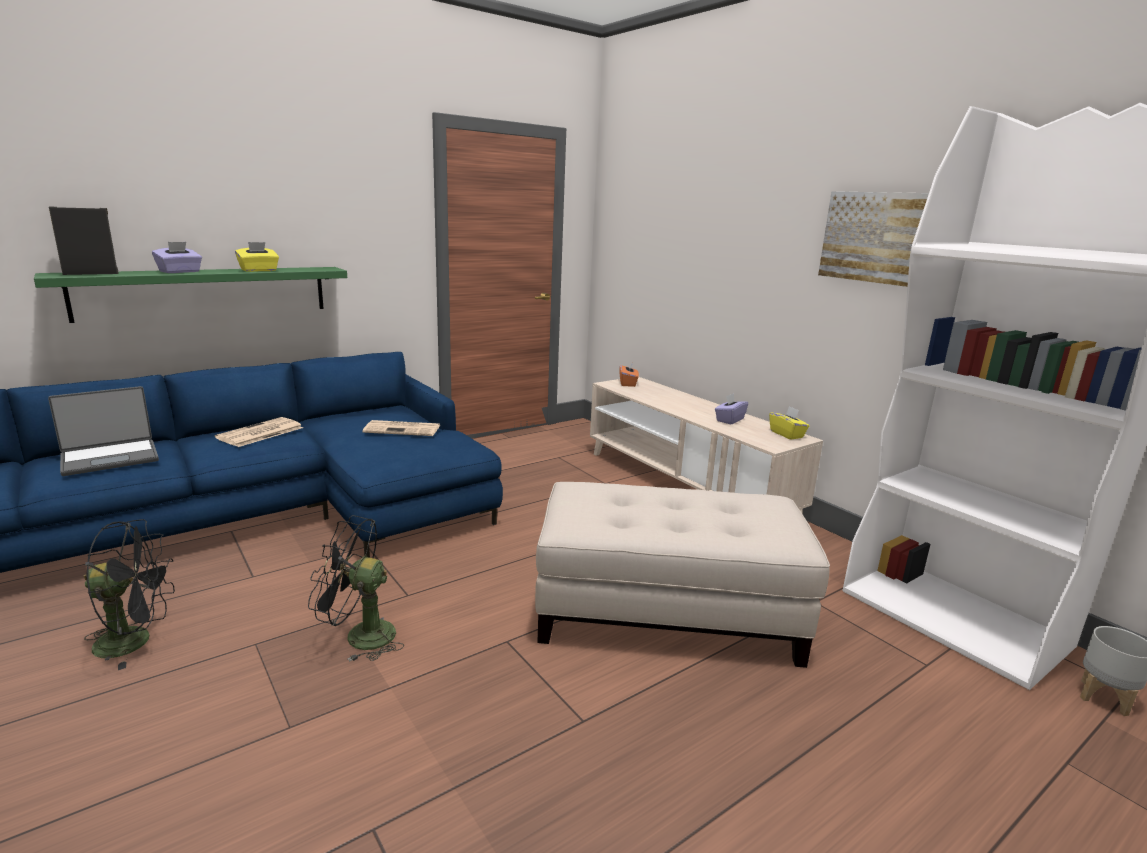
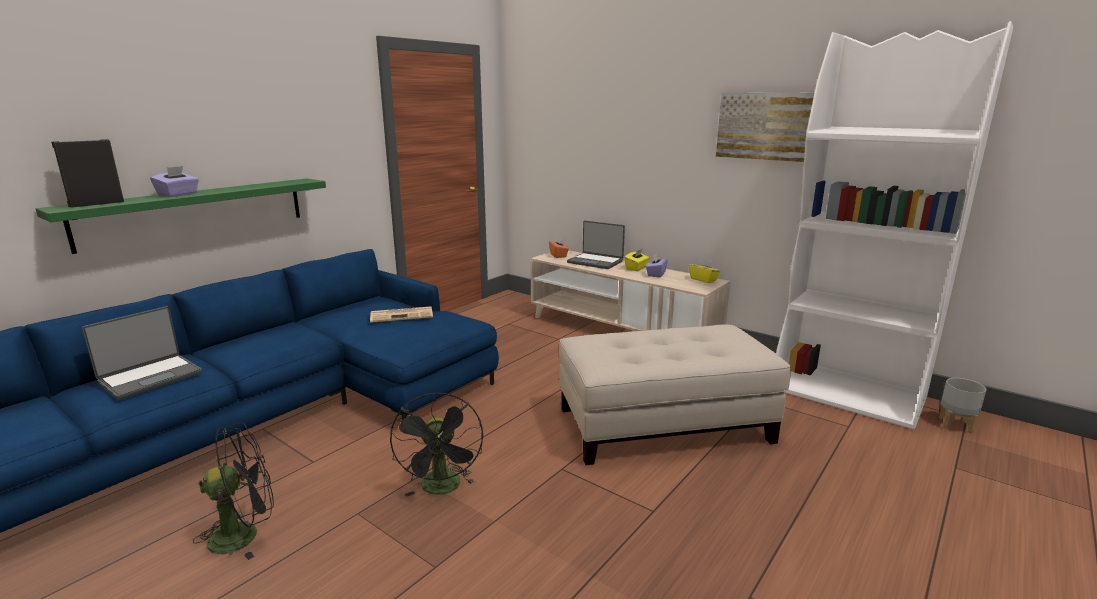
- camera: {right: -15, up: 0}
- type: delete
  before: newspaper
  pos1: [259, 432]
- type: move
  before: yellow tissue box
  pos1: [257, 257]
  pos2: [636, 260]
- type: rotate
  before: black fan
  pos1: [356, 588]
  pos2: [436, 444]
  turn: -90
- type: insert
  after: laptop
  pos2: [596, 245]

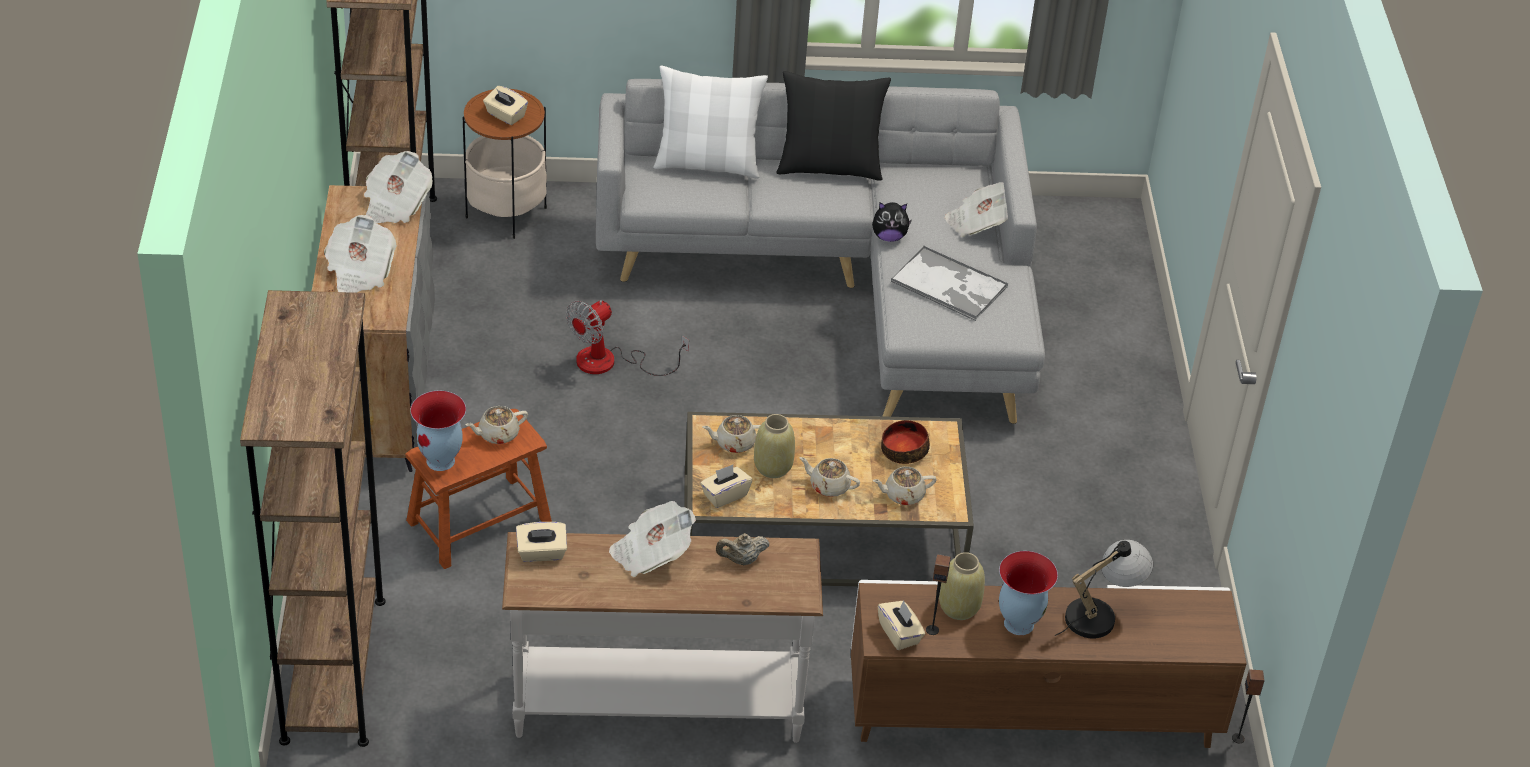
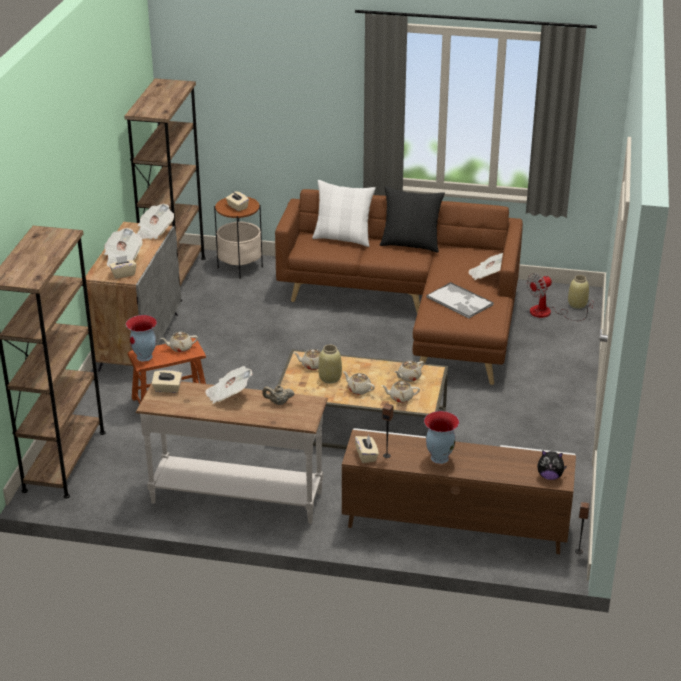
- camera: {right: 15, up: -10}
- type: move
  before: fan
  pos1: [627, 338]
  pos2: [560, 297]
- type: recolor
  before: grey sofa
  after: brown sofa
  pos1: [820, 251]
  pos2: [399, 287]
- type: move
  before: beige tissue box
  pos1: [726, 486]
  pos2: [123, 267]
- type: move
  before: plush toy
  pos1: [892, 222]
  pos2: [552, 465]
- type: replace
  before: bowl
  after: beige teapot
  pos1: [905, 442]
  pos2: [409, 371]
- type: move
  before: beige vase
  pos1: [962, 586]
  pos2: [578, 292]
- type: delete
  before: table lamp
  pos1: [1104, 589]

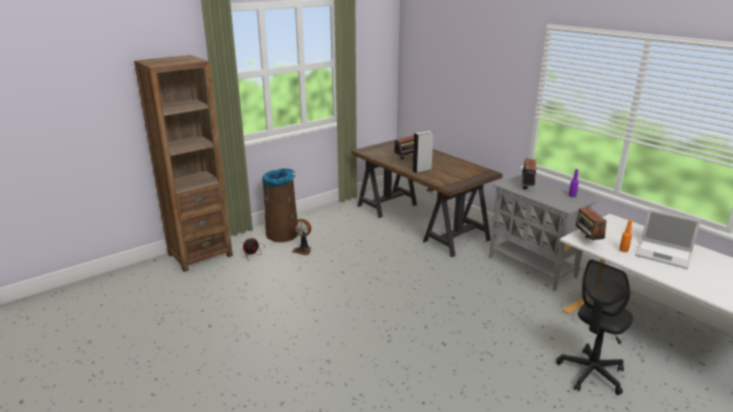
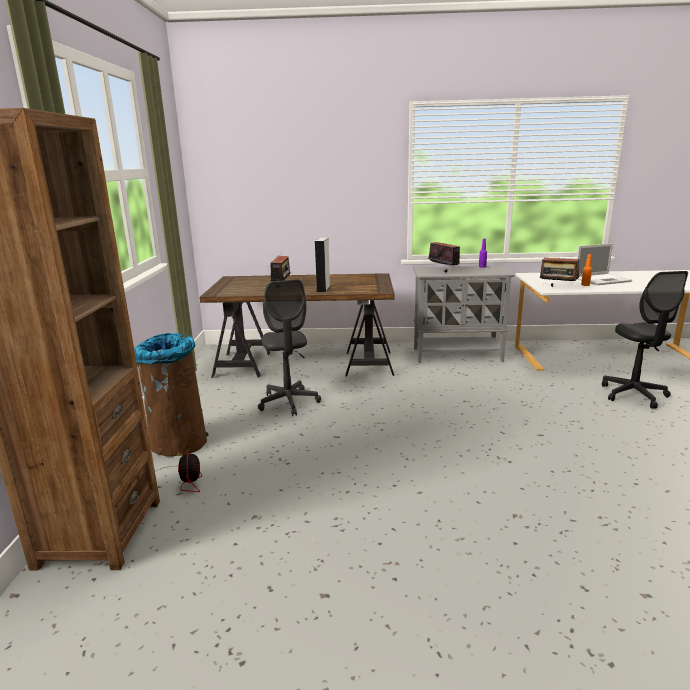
- camera: {right: -50, up: -5}
- type: delete
  before: fan
  pos1: [301, 237]
- type: insert
  after: grey office chair
  pos2: [289, 347]

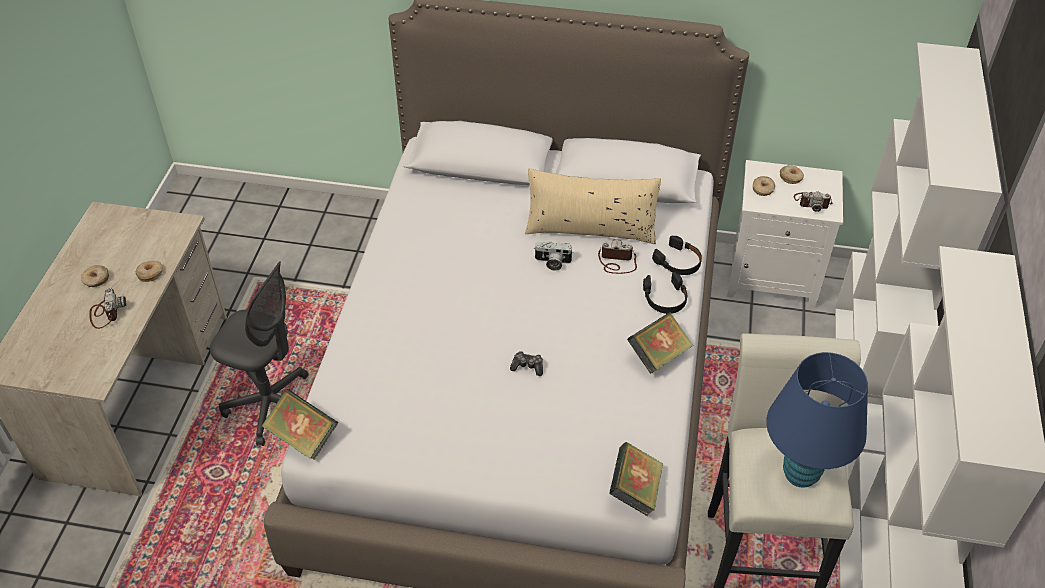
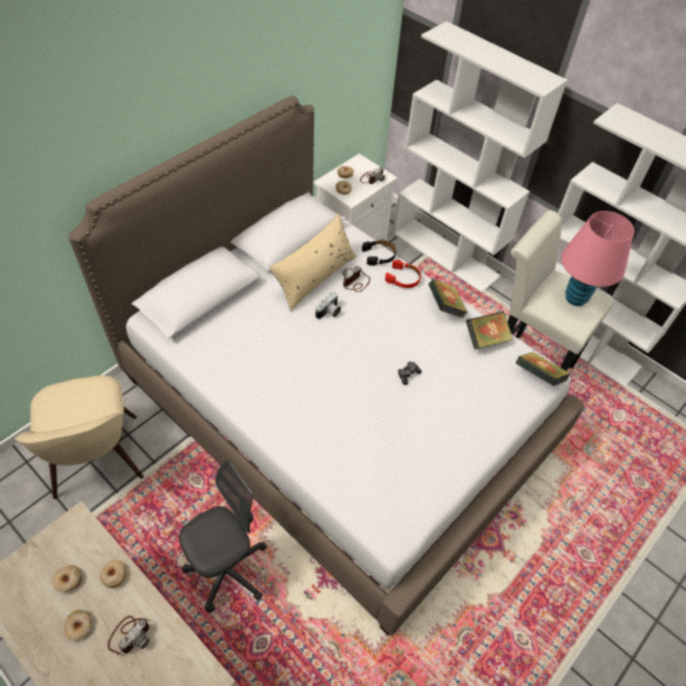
- camera: {right: -60, up: 5}
- type: rotate
  before: photo camera
  pos1: [107, 308]
  pos2: [129, 635]
  turn: 105
- type: move
  before: book
  pos1: [299, 424]
  pos2: [489, 331]
- type: recolor
  before: black headphones
  after: red headphones
  pos1: [665, 293]
  pos2: [403, 274]
- type: recolor
  before: blue table lamp
  after: pink table lamp
  pos1: [817, 420]
  pos2: [597, 258]
- type: insert
  after: beige chair
  pos2: [79, 437]
- type: insert
  after: donut
  pos2: [67, 578]

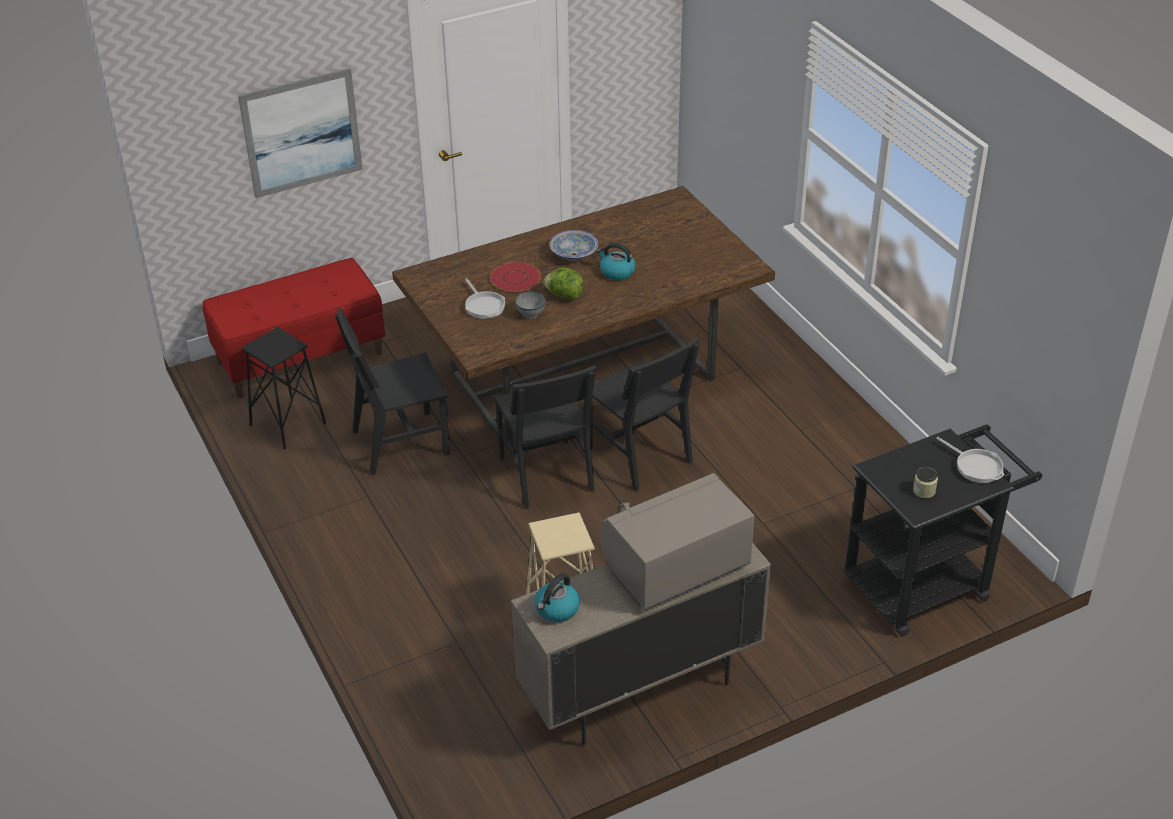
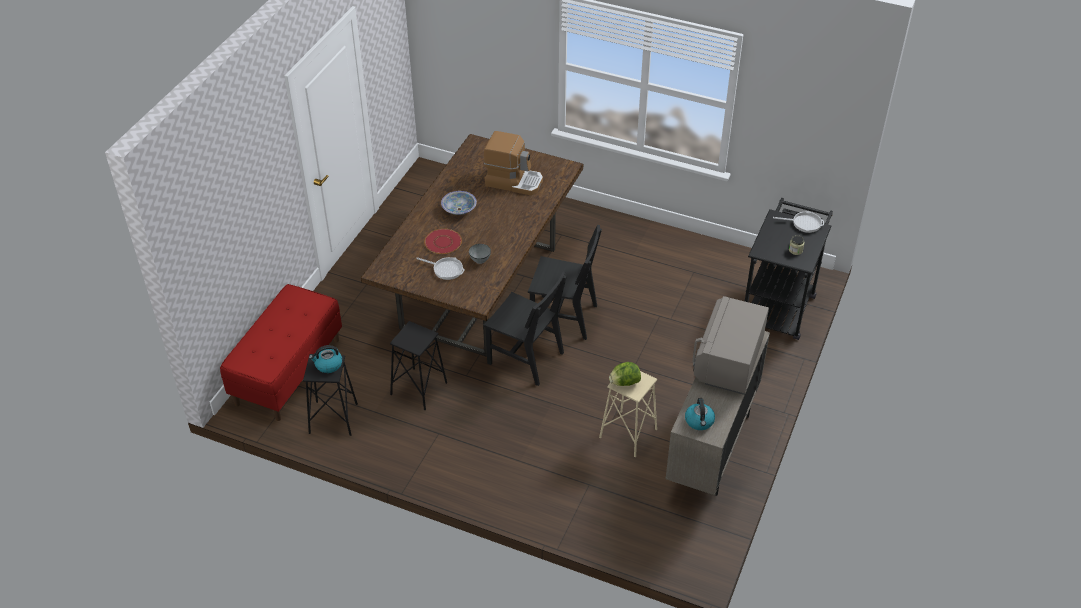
- camera: {right: -40, up: 5}
- type: delete
  before: picture
  pos1: [300, 133]
- type: replace
  before: black chair
  after: black stool
  pos1: [392, 391]
  pos2: [418, 365]
- type: move
  before: lettuce
  pos1: [563, 283]
  pos2: [625, 374]
- type: move
  before: kettle
  pos1: [616, 261]
  pos2: [325, 359]
- type: insert
  after: coffee machine
  pos2: [513, 163]

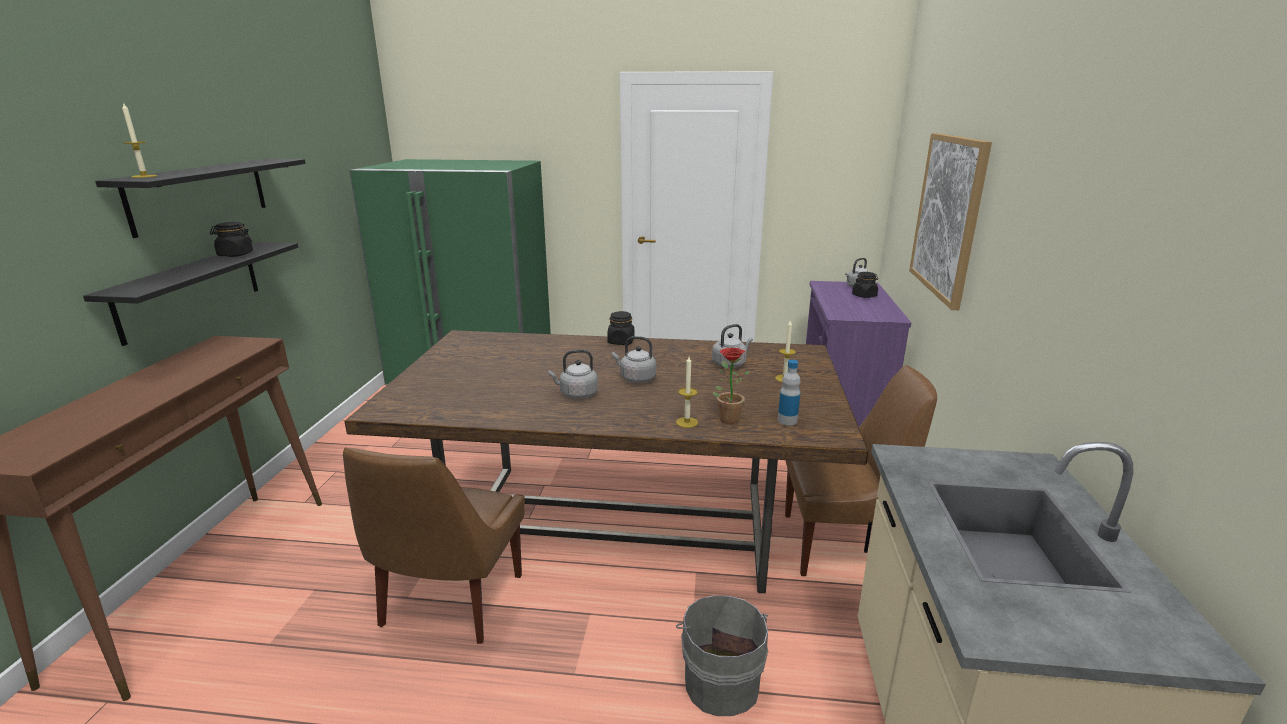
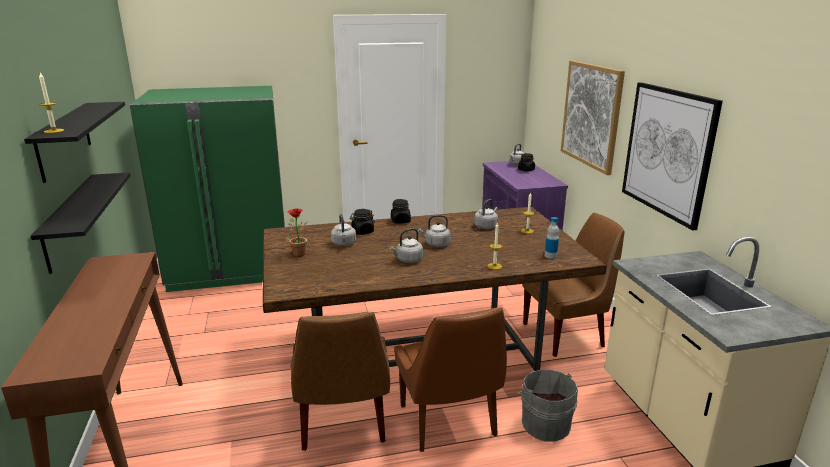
- camera: {right: -20, up: 0}
- type: move
  before: black jar
  pos1: [231, 239]
  pos2: [362, 222]
- type: move
  before: potted plant
  pos1: [731, 386]
  pos2: [297, 233]
- type: insert
  after: grey kettle
  pos2: [343, 229]
- type: insert
  after: brown chair
  pos2: [450, 379]
- type: insert
  after: picture
  pos2: [672, 156]

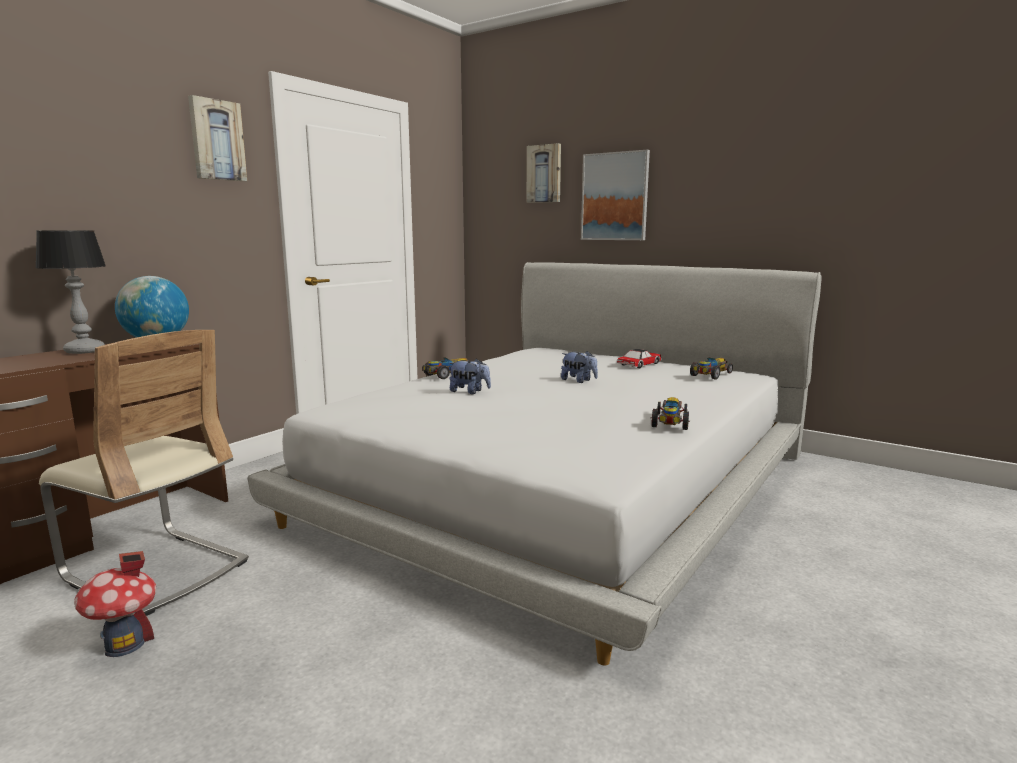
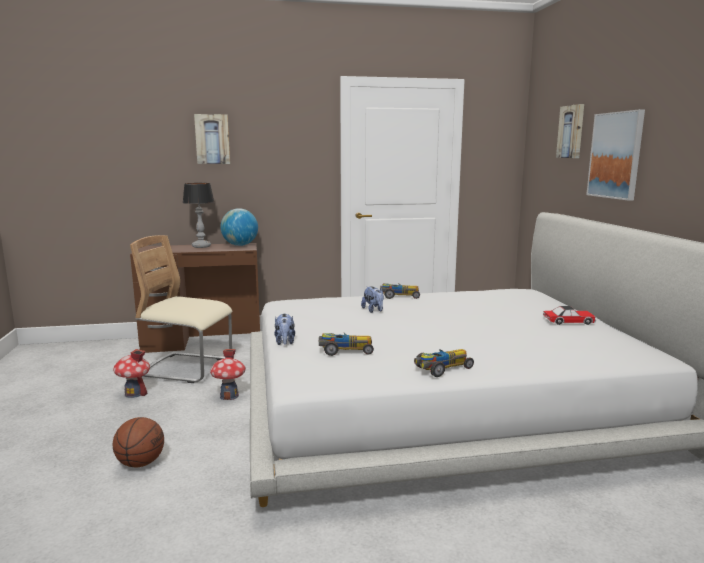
- camera: {right: 45, up: 0}
- type: rotate
  before: beige chair
  pos1: [144, 473]
  pos2: [181, 309]
  turn: 120
- type: move
  before: picture
  pos1: [217, 138]
  pos2: [212, 139]
- type: move
  before: plush toy
  pos1: [579, 367]
  pos2: [284, 329]
- type: move
  before: toy car
  pos1: [711, 369]
  pos2: [346, 344]
- type: insert
  after: basketball
  pos2: [138, 442]
- type: insert
  after: toy house
  pos2: [228, 374]

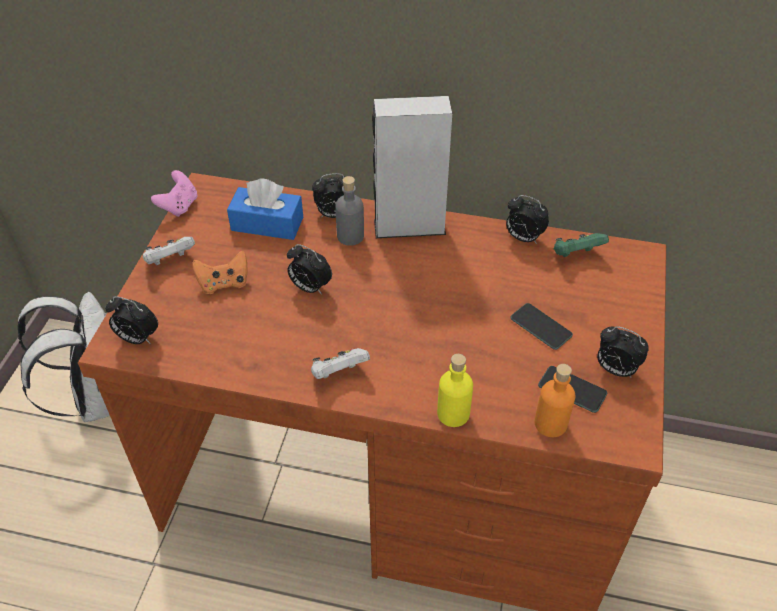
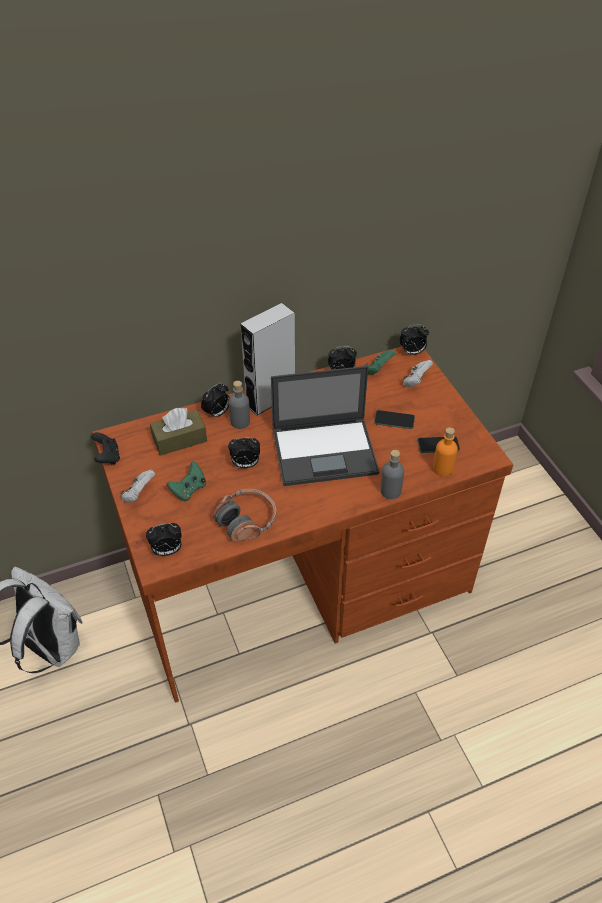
- camera: {right: -35, up: 0}
- type: recolor
  before: pink game controller
  after: black game controller
  pos1: [174, 193]
  pos2: [105, 448]
- type: recolor
  before: orange game controller
  after: green game controller
  pos1: [220, 272]
  pos2: [186, 481]
- type: recolor
  before: blue tissue box
  after: brown tissue box
  pos1: [265, 209]
  pos2: [178, 432]
- type: move
  before: white game controller
  pos1: [340, 363]
  pos2: [418, 373]
- type: recolor
  before: yellow bottle
  after: grey bottle
  pos1: [455, 390]
  pos2: [392, 474]
- type: move
  before: alarm clock
  pos1: [623, 351]
  pos2: [414, 339]
- type: insert
  after: headphones
  pos2: [244, 515]
- type: insert
  after: laptop
  pos2: [325, 426]

